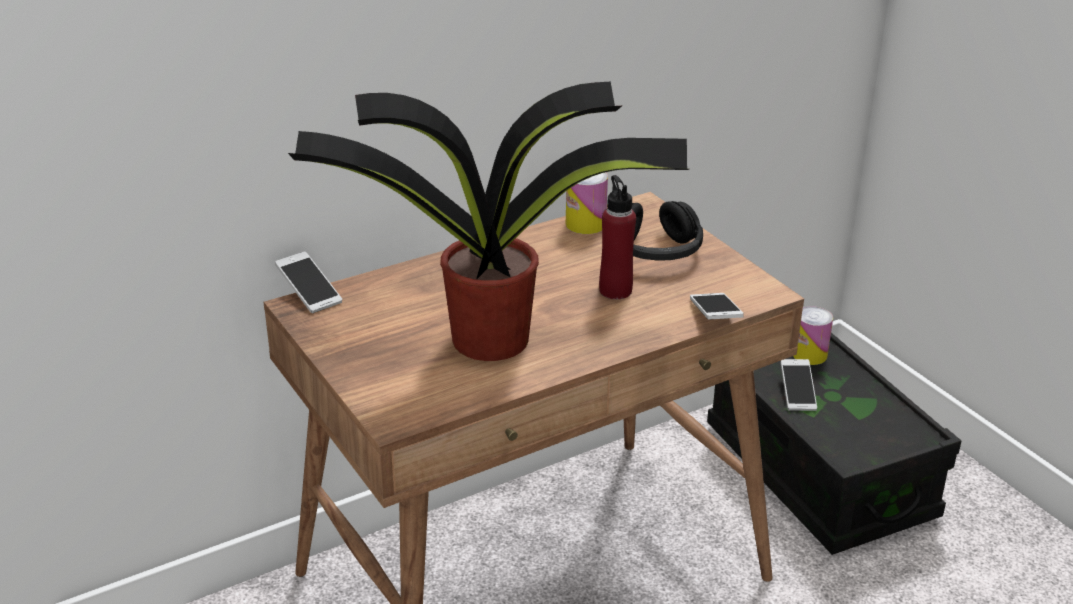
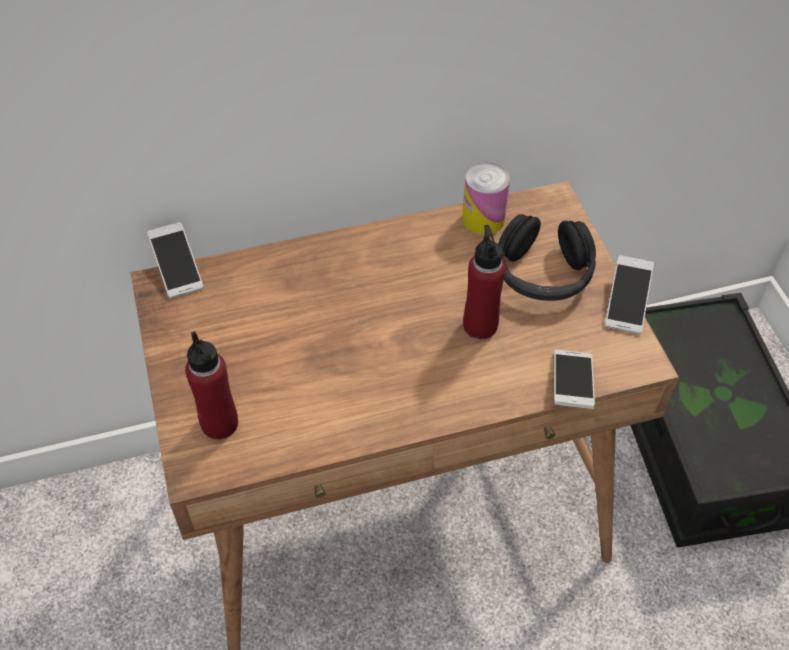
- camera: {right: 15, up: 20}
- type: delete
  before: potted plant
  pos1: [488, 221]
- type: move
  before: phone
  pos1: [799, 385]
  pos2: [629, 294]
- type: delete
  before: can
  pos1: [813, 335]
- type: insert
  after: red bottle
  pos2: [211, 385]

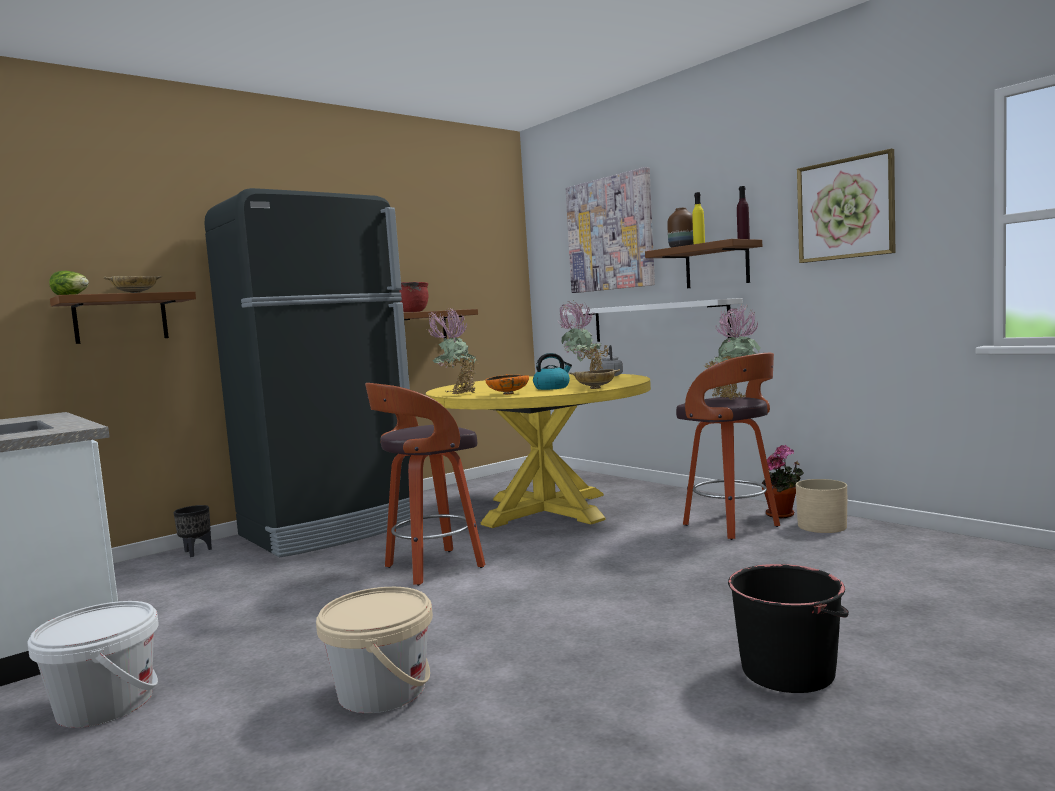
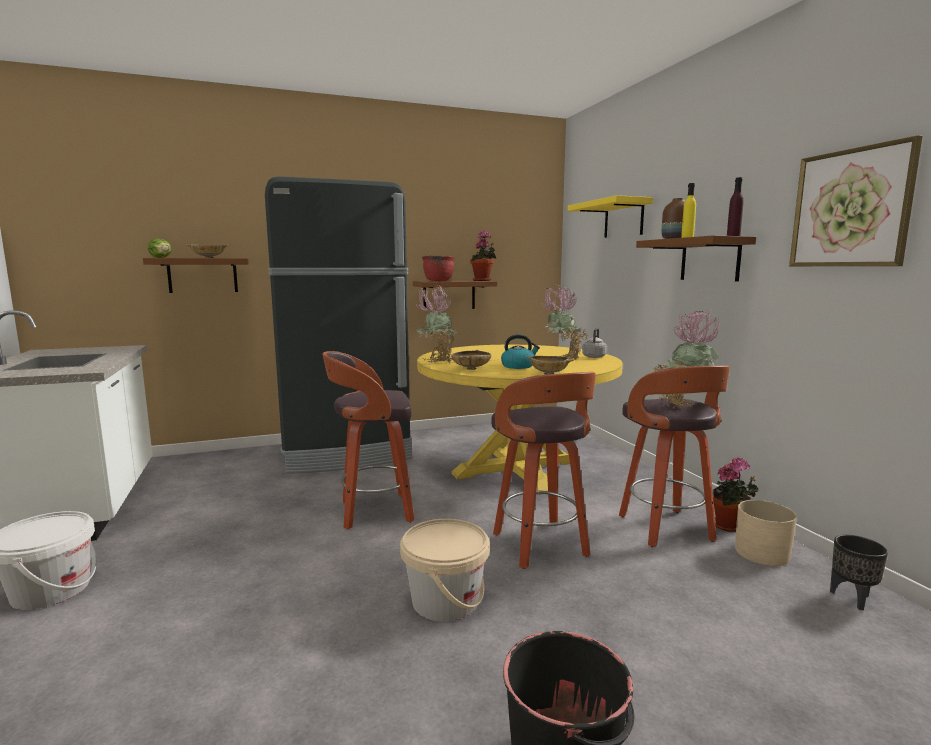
- camera: {right: 20, up: 5}
- type: move
  before: black planter
  pos1: [193, 531]
  pos2: [859, 572]
- type: move
  before: beige bucket
  pos1: [374, 650]
  pos2: [445, 570]
- type: recolor
  before: orange bowl
  after: beige bowl
  pos1: [507, 384]
  pos2: [471, 360]
- type: delete
  before: white shelf
  pos1: [652, 320]
- type: replace
  before: picture
  after: yellow shelf
  pos1: [610, 230]
  pos2: [610, 216]
- type: insert
  after: potted plant
  pos2: [483, 256]
- type: insert
  after: stool
  pos2: [543, 470]

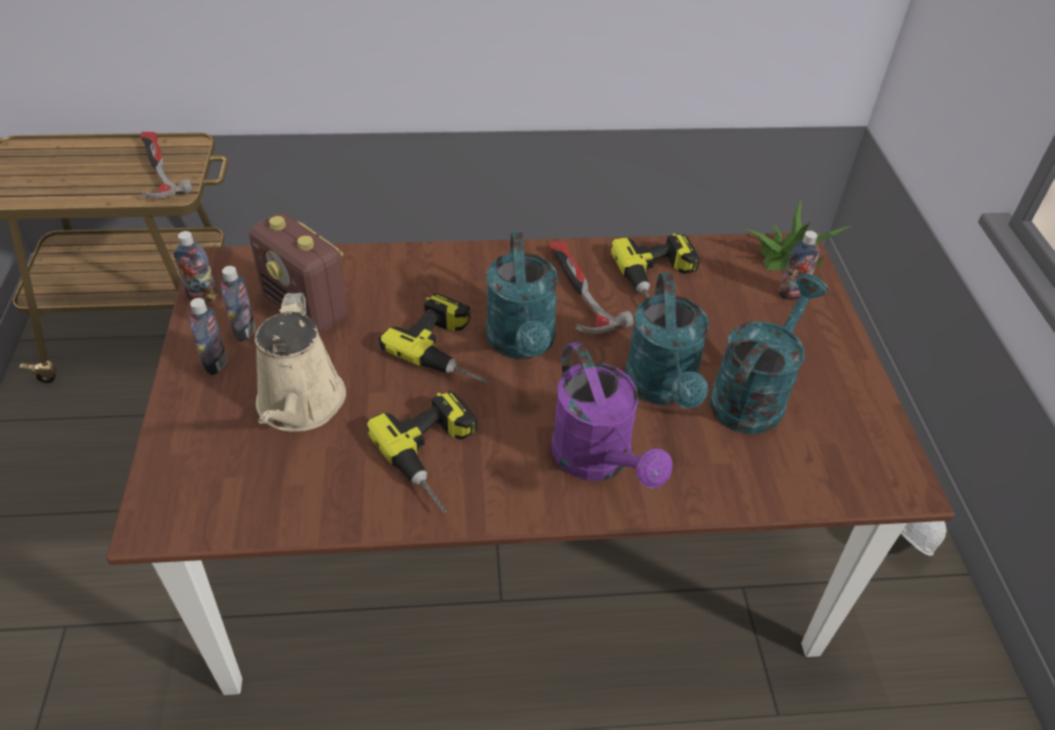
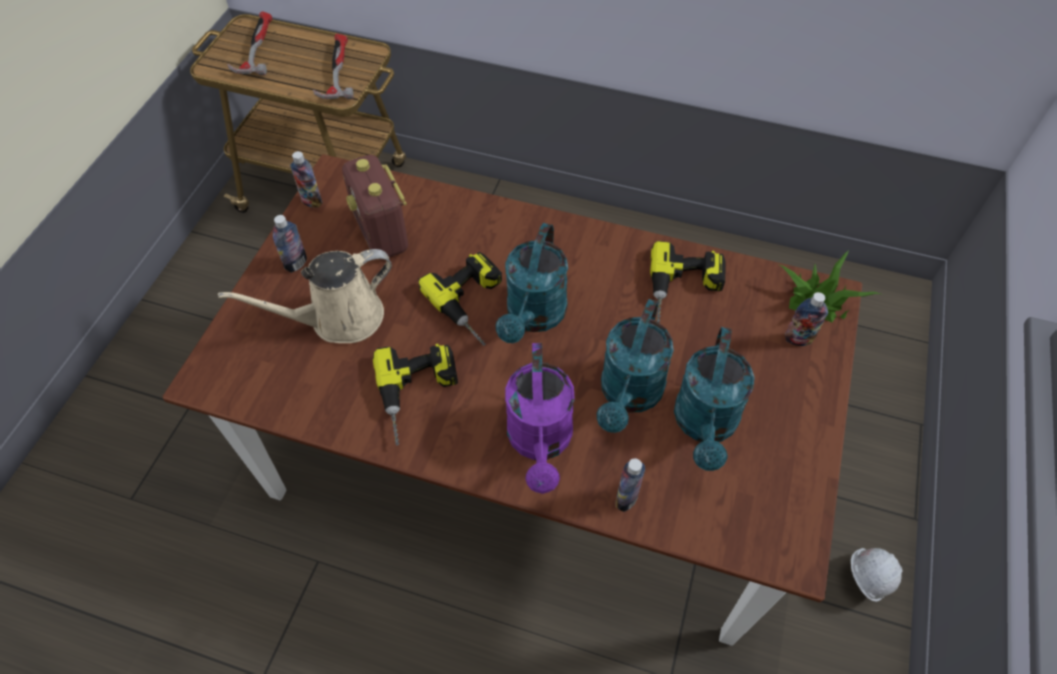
- camera: {right: 25, up: 10}
- type: move
  before: bottle
  pos1: [238, 304]
  pos2: [630, 485]
- type: rotate
  before: beige watering can
  pos1: [300, 362]
  pos2: [305, 296]
  turn: 45
- type: move
  before: hammer
  pos1: [591, 288]
  pos2: [249, 43]
- type: rotate
  before: turquoise watering can
  pos1: [768, 354]
  pos2: [714, 399]
  turn: 135

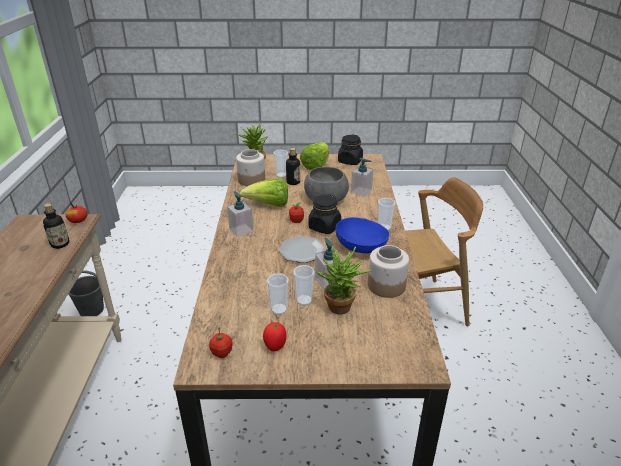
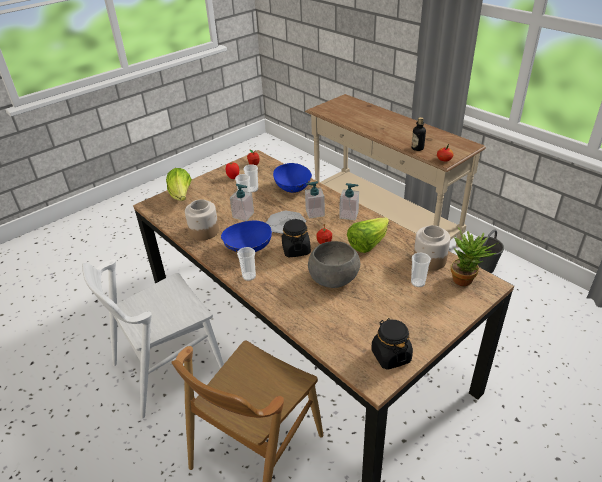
- camera: {right: 140, up: 5}
- type: delete
  before: bottle
  pos1: [293, 166]
- type: move
  before: lettuce
  pos1: [314, 156]
  pos2: [179, 184]
- type: delete
  before: potted plant
  pos1: [344, 280]
- type: move
  before: soap dispenser
  pos1: [362, 177]
  pos2: [315, 200]
- type: insert
  after: white chair
  pos2: [153, 339]
- type: insert
  after: blue bowl
  pos2: [292, 178]

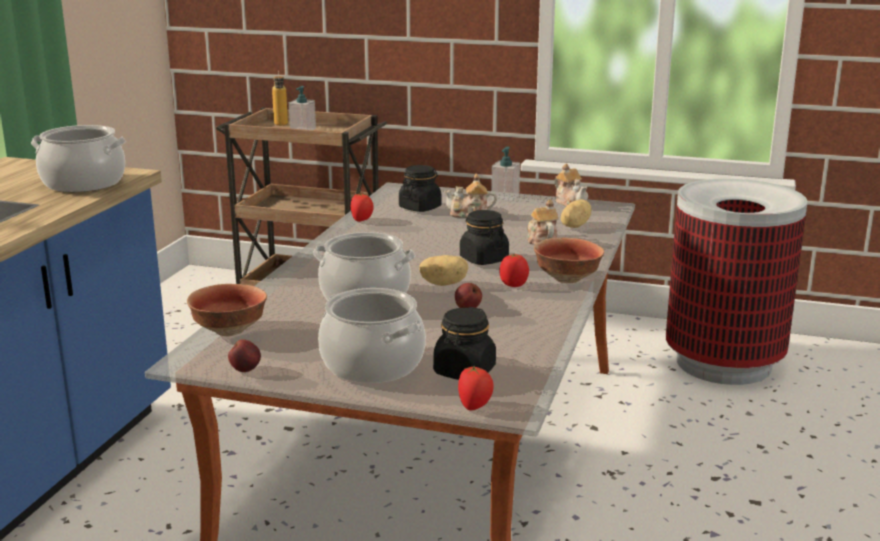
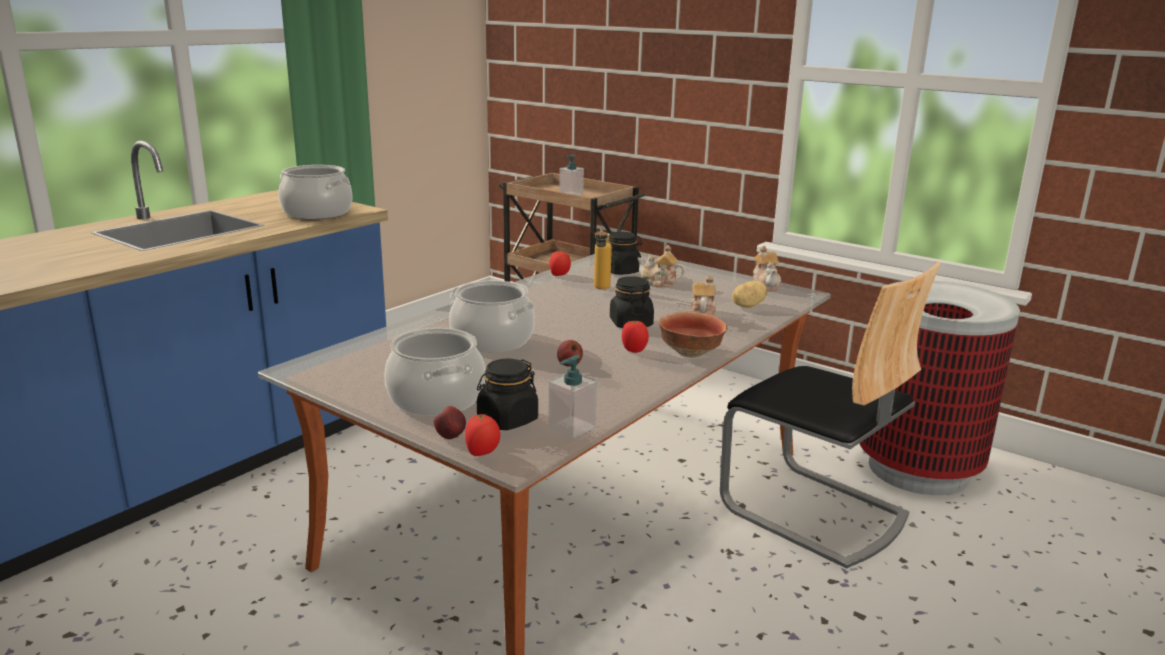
- camera: {right: 20, up: 0}
- type: delete
  before: bowl
  pos1: [227, 310]
- type: move
  before: apple
  pos1: [244, 355]
  pos2: [450, 422]
- type: move
  before: bottle
  pos1: [280, 98]
  pos2: [603, 257]
- type: delete
  before: potato
  pos1: [443, 270]
- type: move
  before: soap dispenser
  pos1: [505, 174]
  pos2: [573, 396]
- type: insert
  after: chair
  pos2: [830, 415]

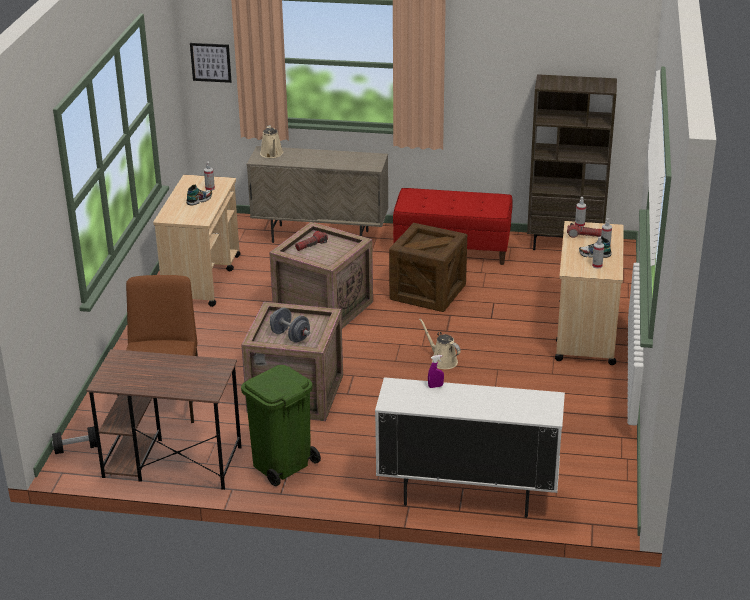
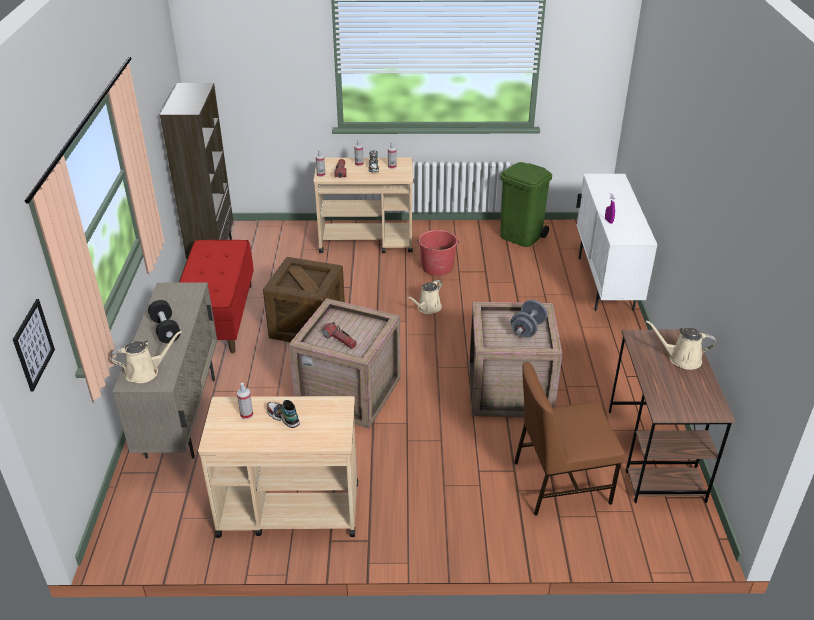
- camera: {right: -100, up: 5}
- type: move
  before: black dumbbell
  pos1: [74, 440]
  pos2: [164, 321]
- type: move
  before: green trash can
  pos1: [281, 425]
  pos2: [526, 204]
- type: insert
  after: red bucket
  pos2: [438, 253]
- type: insert
  after: beige watering can
  pos2: [681, 345]

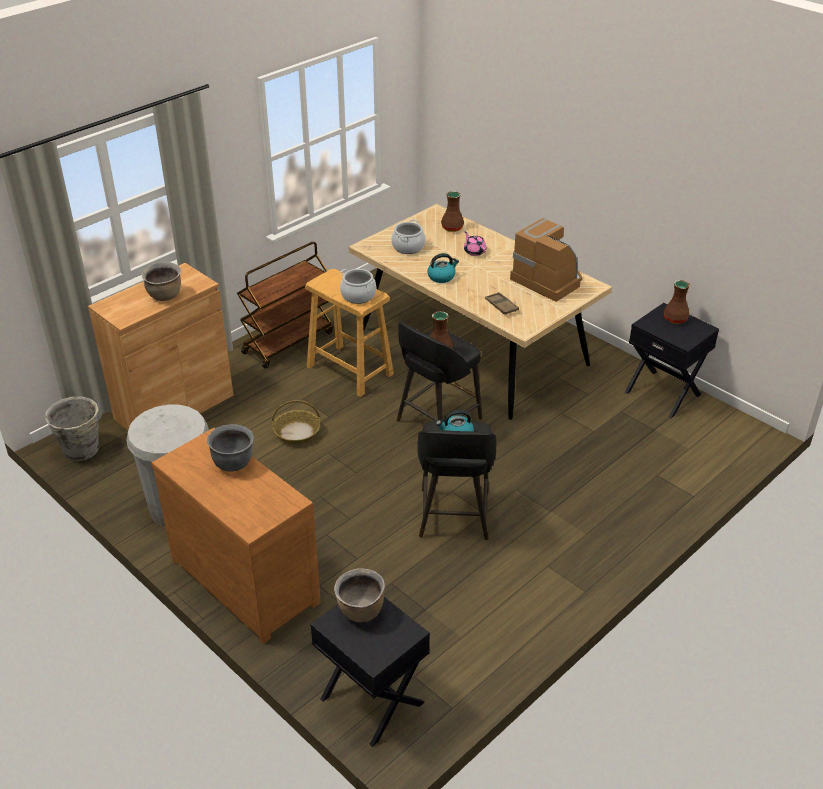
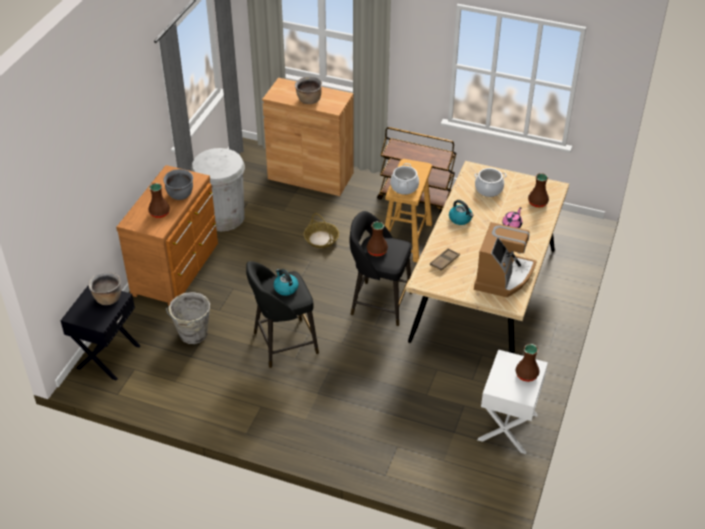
- camera: {right: 65, up: 5}
- type: move
  before: grey bucket
  pos1: [72, 429]
  pos2: [188, 318]
- type: recolor
  before: black nightstand
  after: white nightstand
  pos1: [671, 360]
  pos2: [512, 401]
- type: insert
  after: brown vase
  pos2: [159, 200]

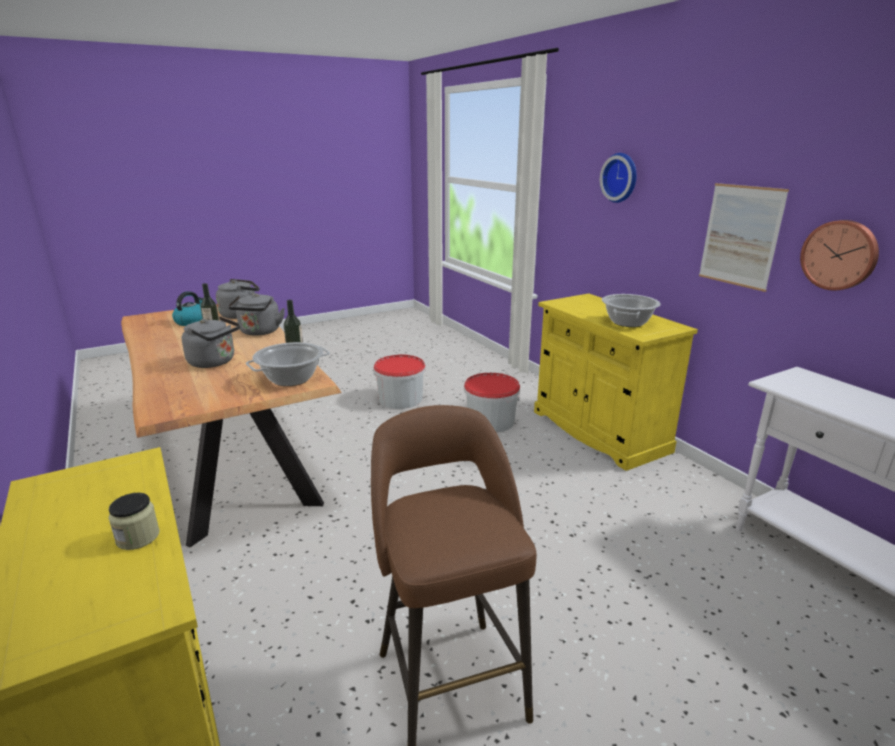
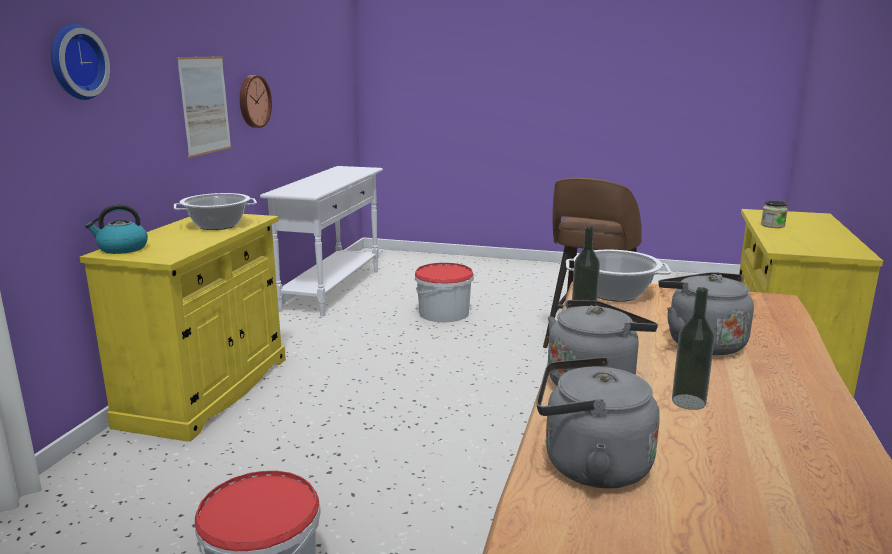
- camera: {right: -135, up: -5}
- type: move
  before: kettle
  pos1: [187, 308]
  pos2: [116, 229]
- type: move
  before: bucket
  pos1: [492, 403]
  pos2: [444, 292]

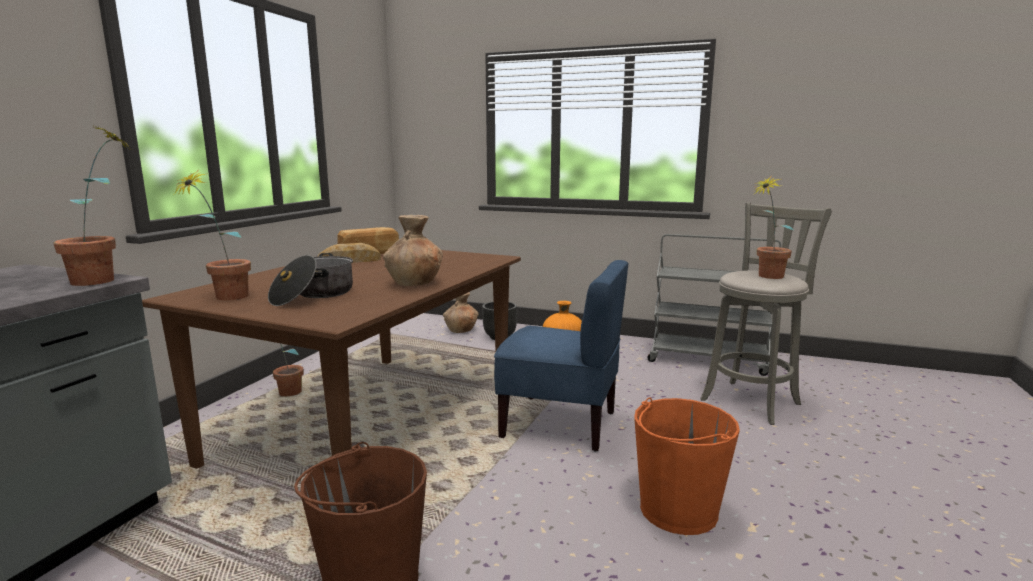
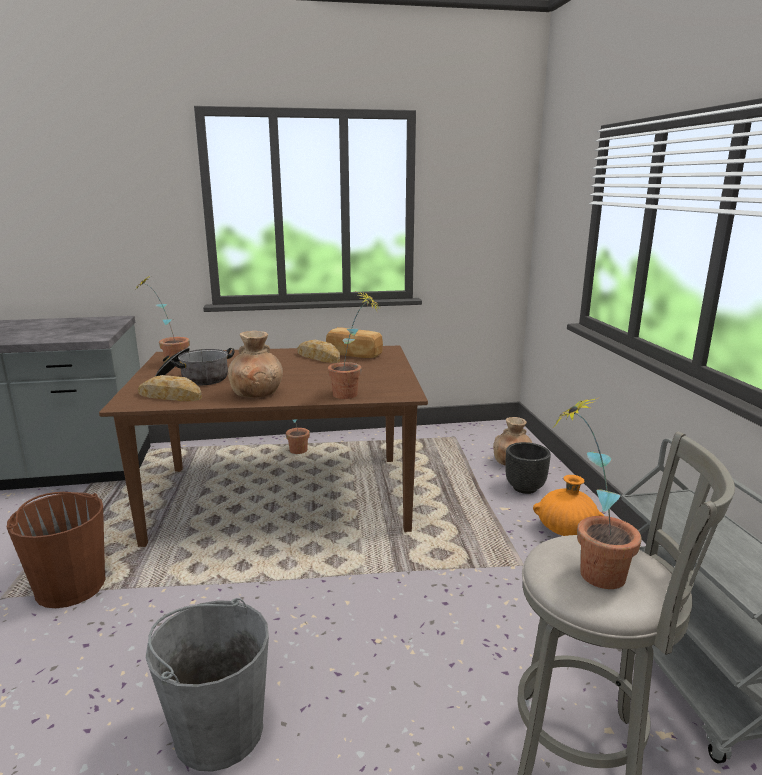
- camera: {right: 60, up: 5}
- type: move
  before: potted plant
  pos1: [91, 206]
  pos2: [354, 345]
- type: delete
  before: blue chair
  pos1: [561, 356]
- type: recolor
  before: orange bucket
  after: grey bucket
  pos1: [687, 466]
  pos2: [207, 685]
- type: insert
  after: bread
  pos2: [170, 388]

